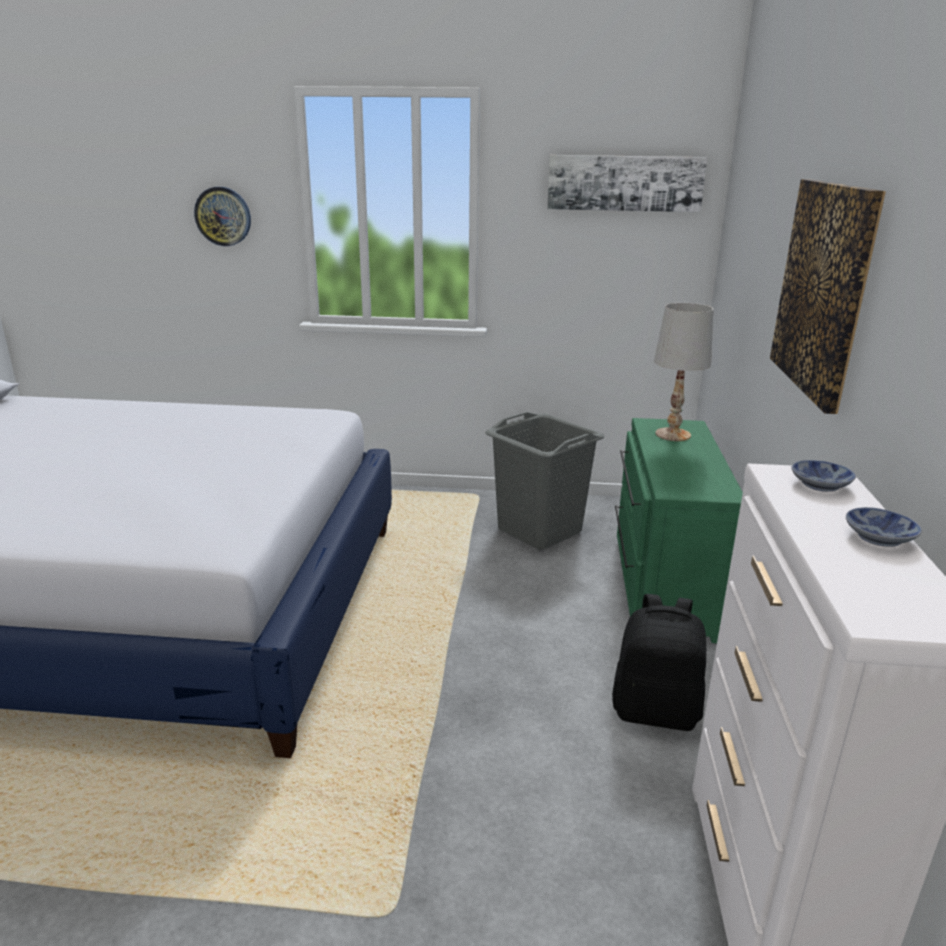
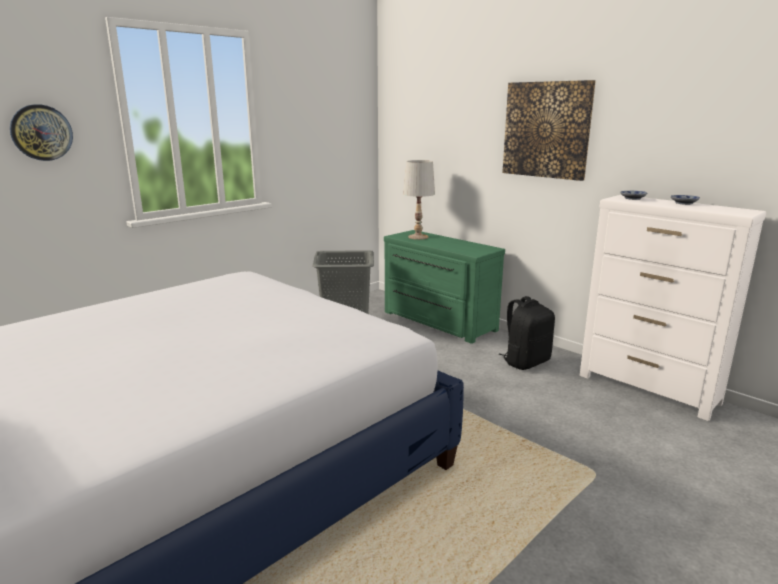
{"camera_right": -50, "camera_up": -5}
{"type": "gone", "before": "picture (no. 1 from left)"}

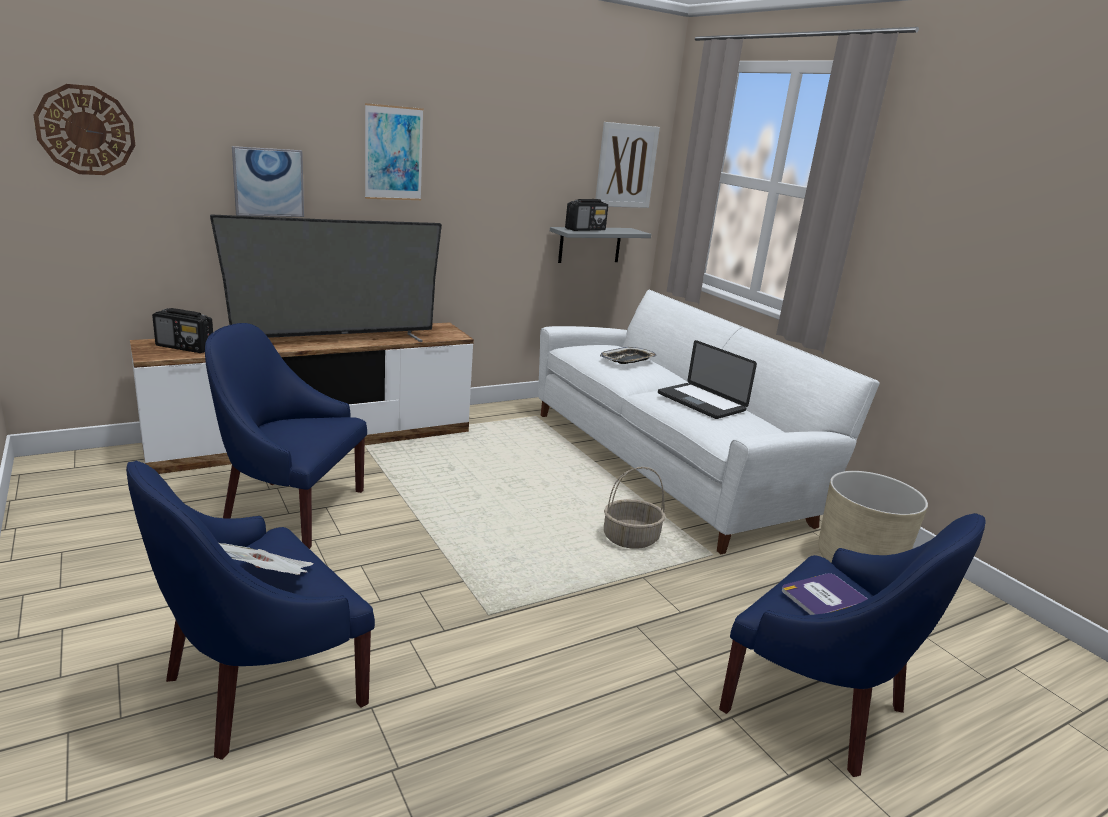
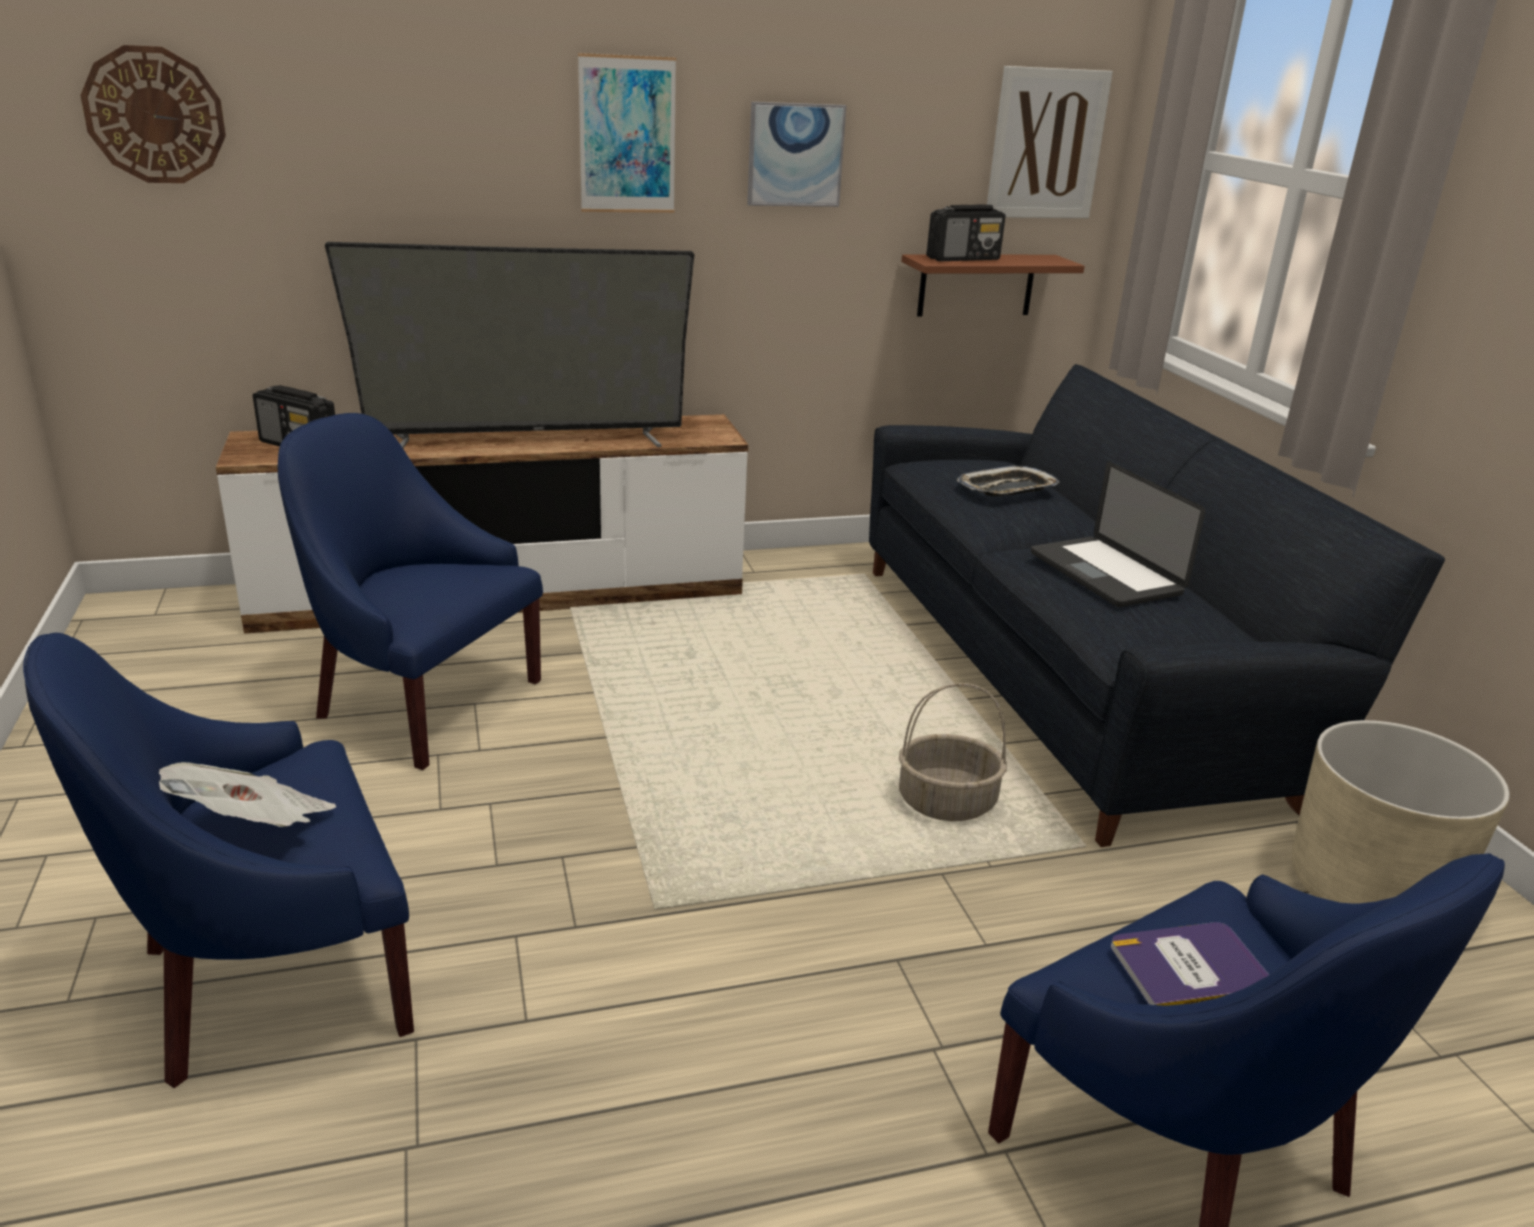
{"camera_right": 15, "camera_up": 5}
{"type": "shifted", "before": "picture (no. 1 from left in the first image)", "after": "picture (no. 2 from left)"}
{"type": "repainted", "before": "white sofa", "after": "black sofa"}
{"type": "repainted", "before": "grey shelf", "after": "brown shelf"}

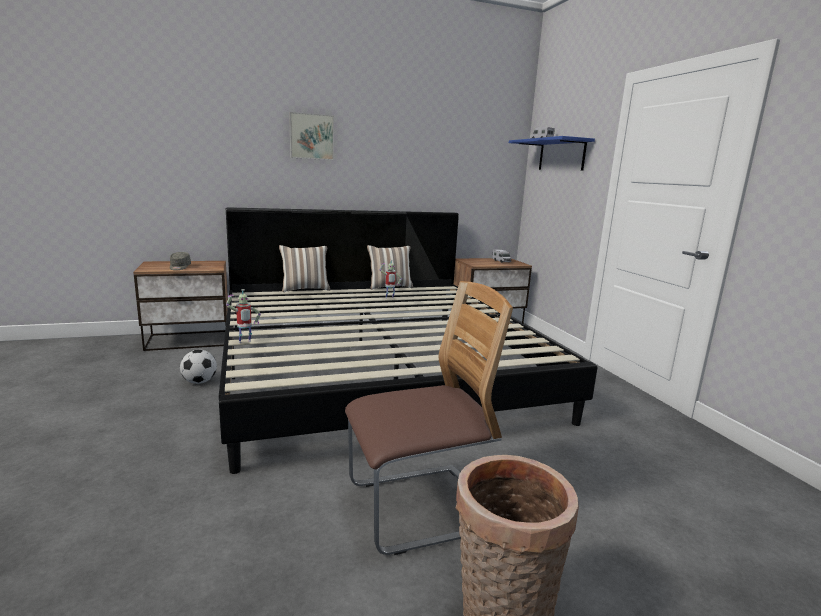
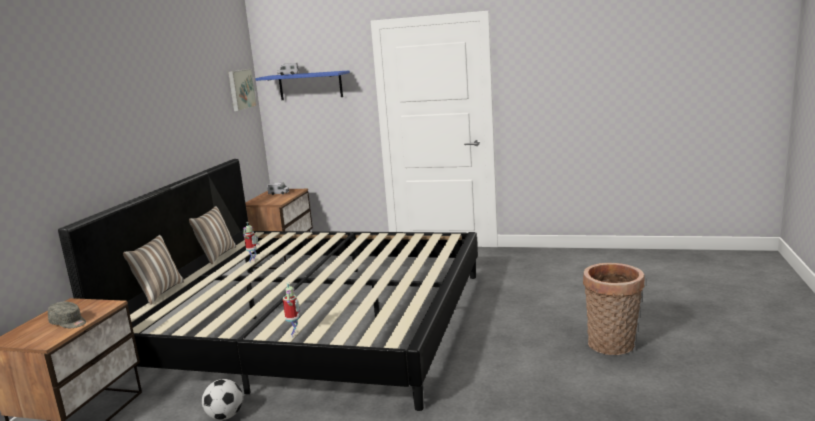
{"camera_right": -55, "camera_up": 0}
{"type": "shifted", "before": "picture"}
{"type": "gone", "before": "chair"}

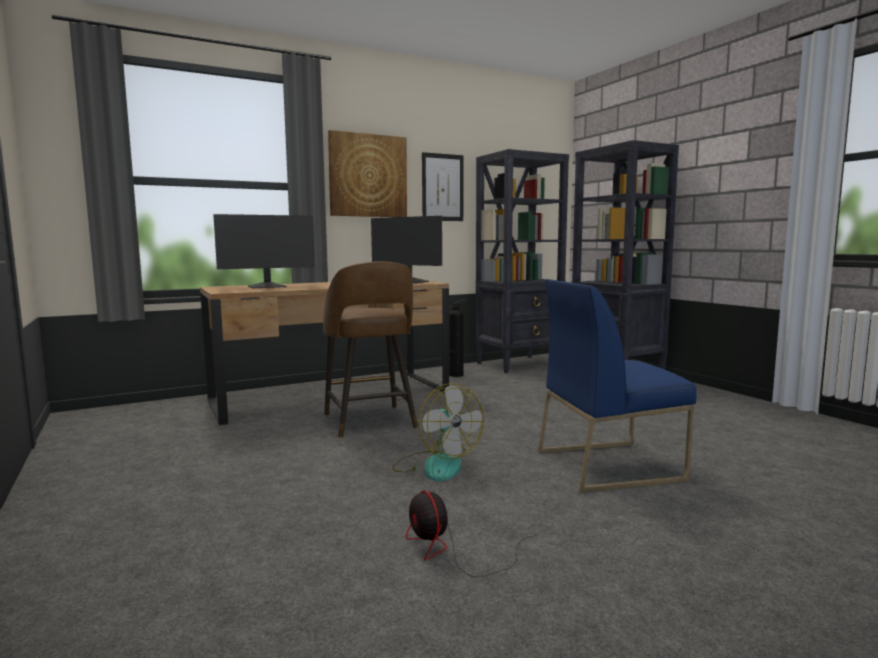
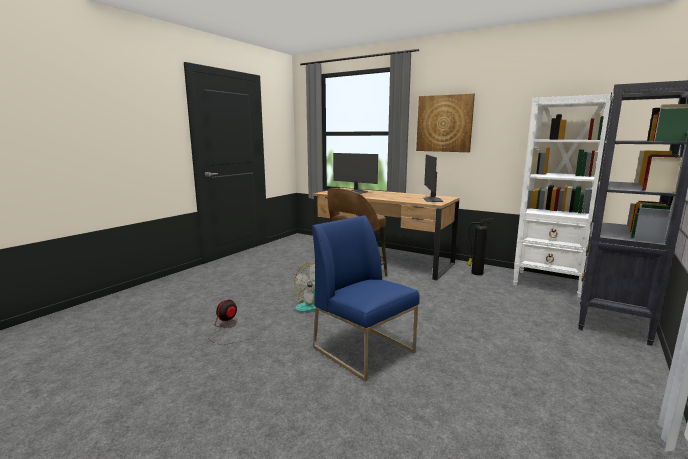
{"camera_right": 60, "camera_up": 5}
{"type": "repainted", "before": "black bookcase (no. 1 from left)", "after": "white bookcase"}
{"type": "gone", "before": "picture (no. 2 from left)"}

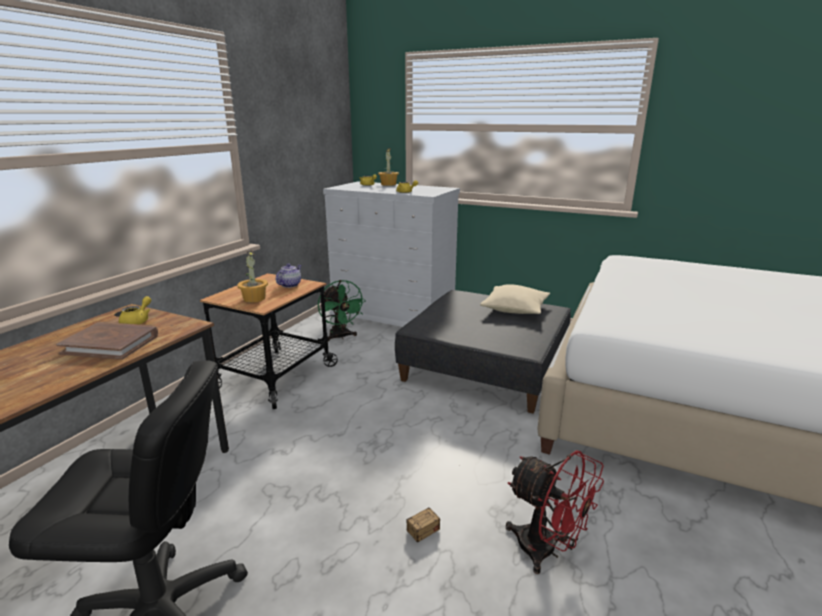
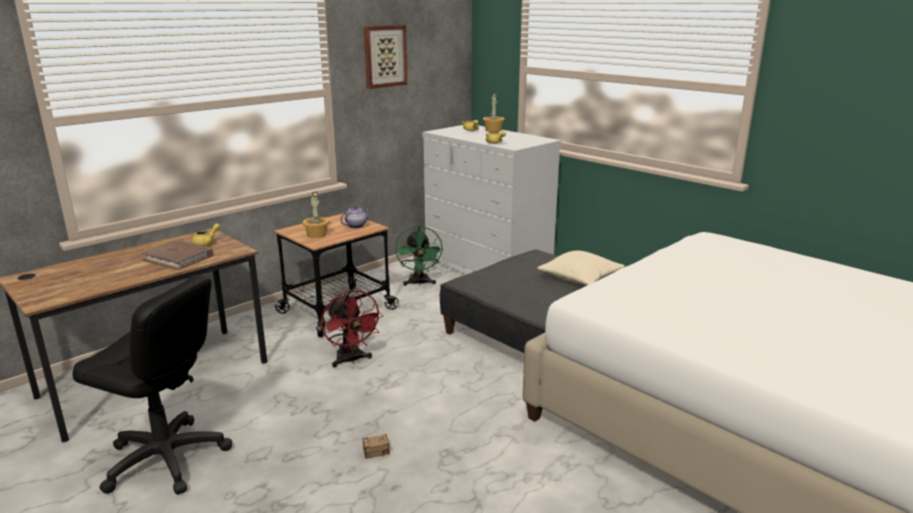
{"camera_right": 20, "camera_up": 0}
{"type": "shifted", "before": "red fan"}
{"type": "new", "after": "picture"}

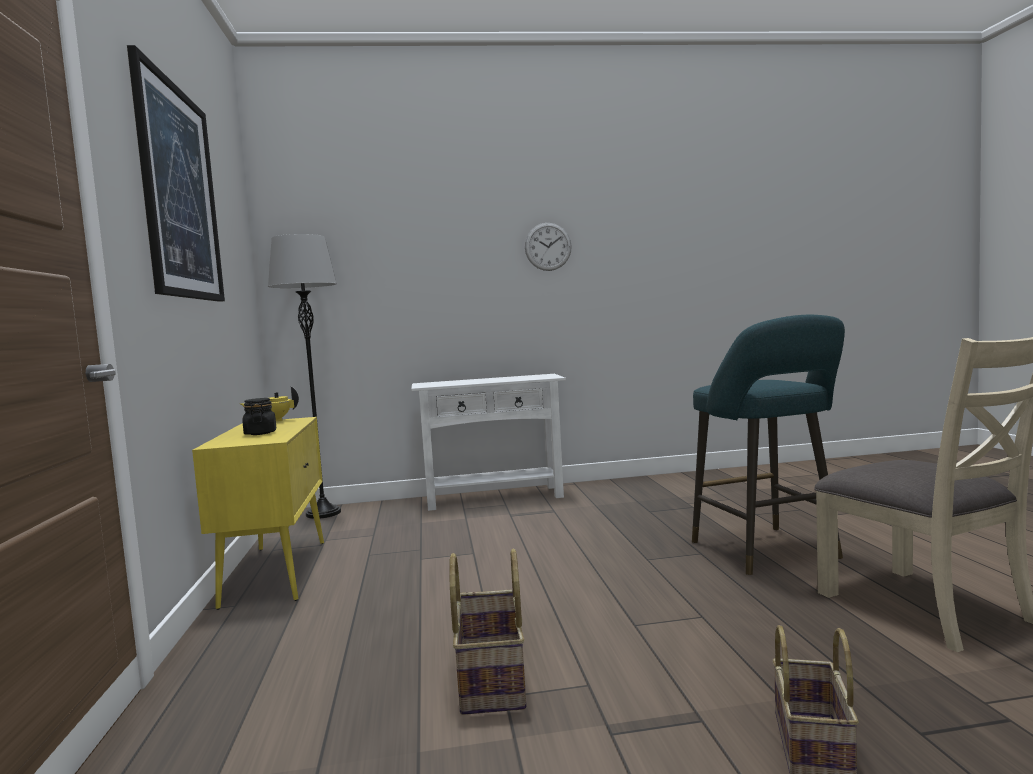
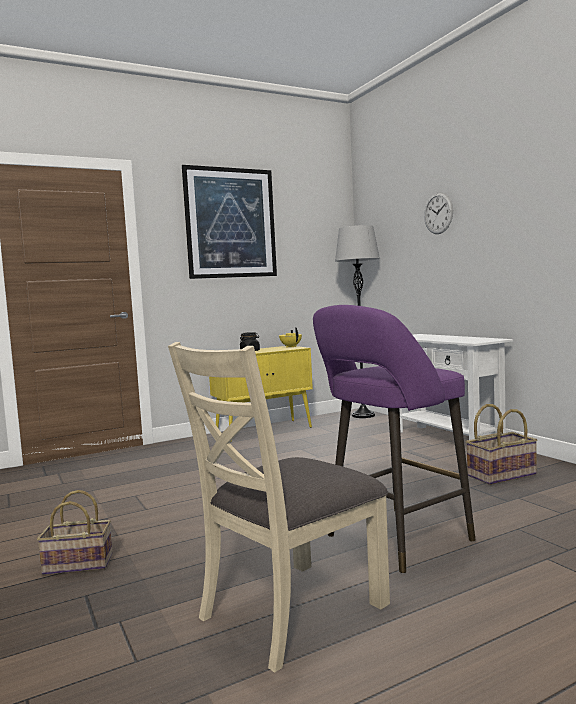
{"camera_right": 70, "camera_up": 0}
{"type": "repainted", "before": "turquoise stool", "after": "purple stool"}
{"type": "shifted", "before": "wall clock"}
{"type": "shifted", "before": "basket (no. 1 from left in the first image)", "after": "basket (no. 2 from left)"}

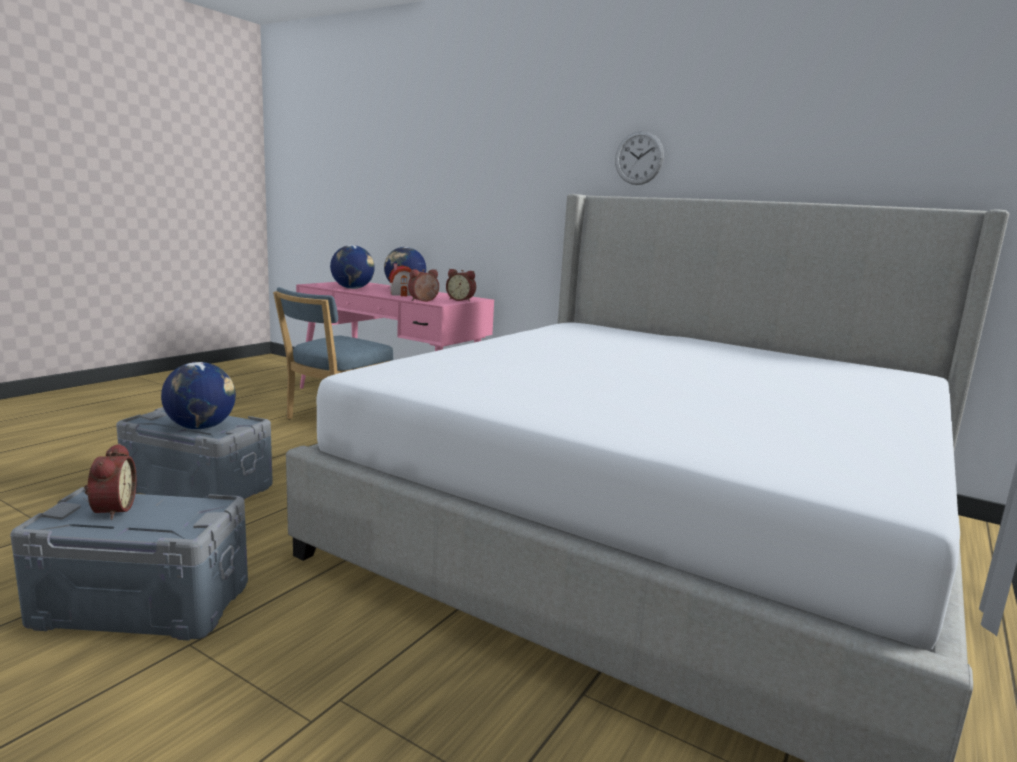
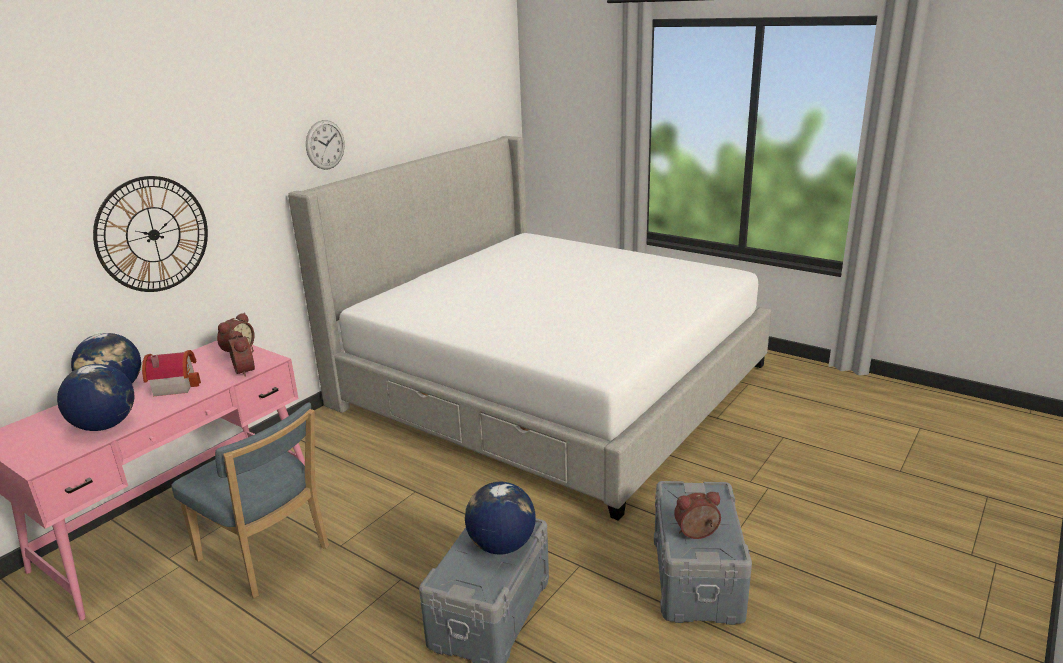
{"camera_right": -85, "camera_up": 10}
{"type": "new", "after": "wall clock (no. 1 from left)"}

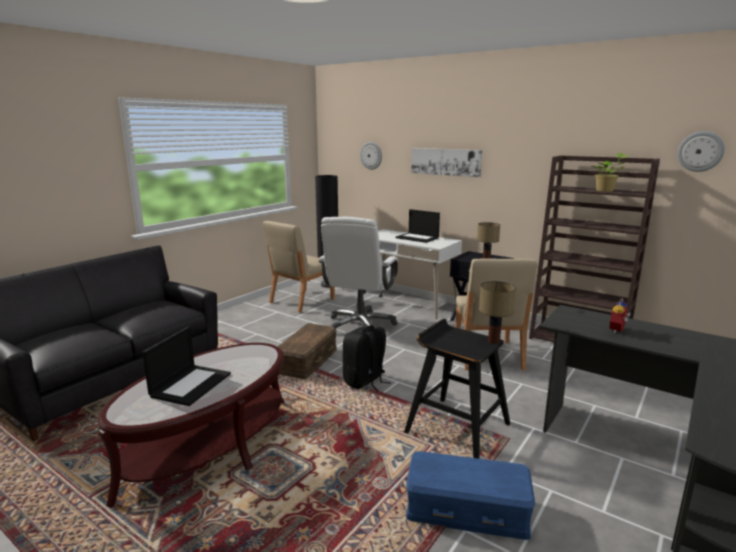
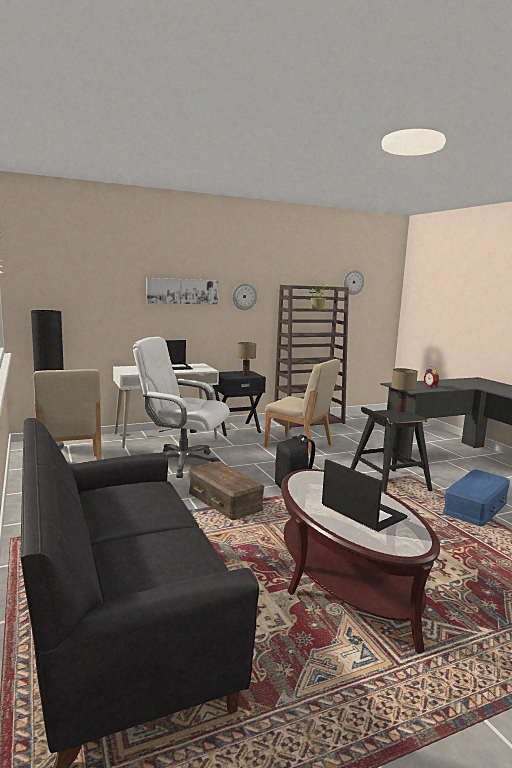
{"camera_right": -60, "camera_up": -5}
{"type": "rotated", "before": "white office chair", "turn": 150}
{"type": "shifted", "before": "wall clock (no. 1 from left)"}

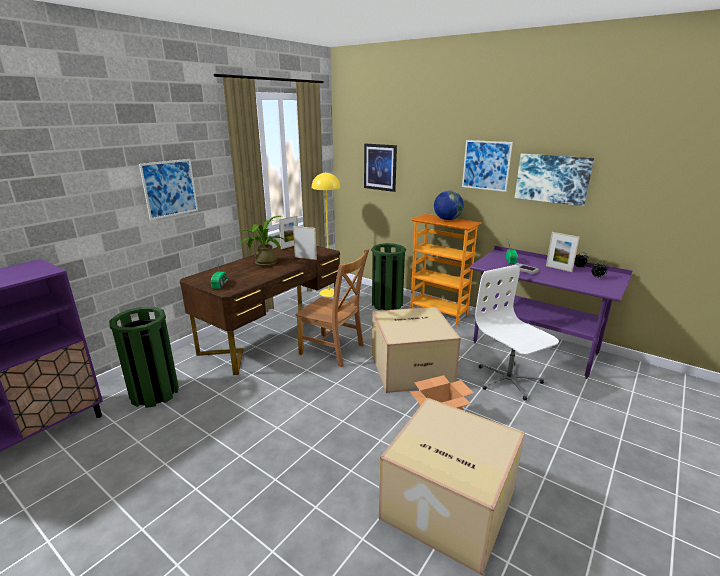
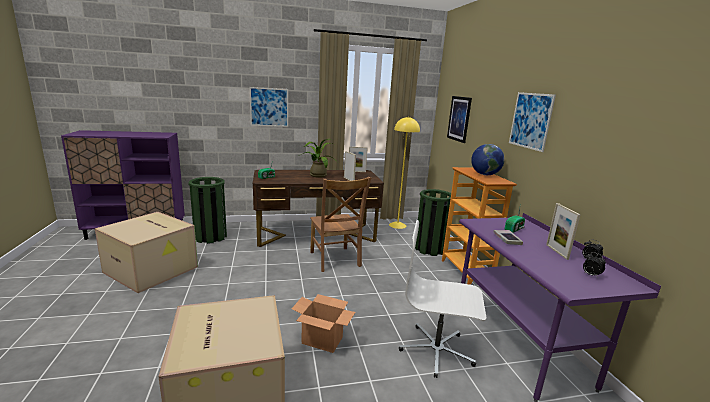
{"camera_right": 40, "camera_up": -5}
{"type": "shifted", "before": "cardboard box (no. 1 from left)"}
{"type": "rotated", "before": "white office chair", "turn": -90}
{"type": "gone", "before": "picture (no. 4 from left)"}

